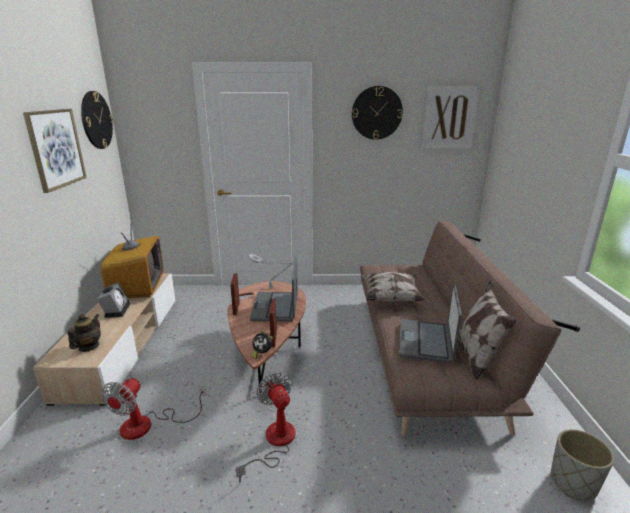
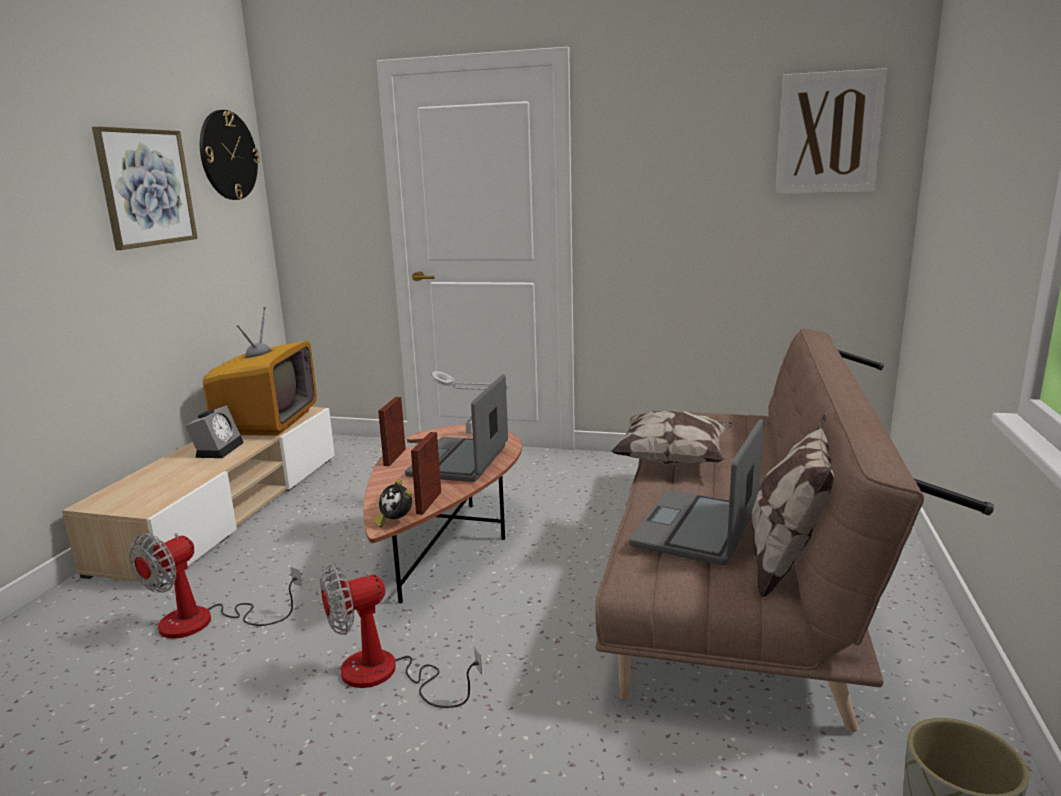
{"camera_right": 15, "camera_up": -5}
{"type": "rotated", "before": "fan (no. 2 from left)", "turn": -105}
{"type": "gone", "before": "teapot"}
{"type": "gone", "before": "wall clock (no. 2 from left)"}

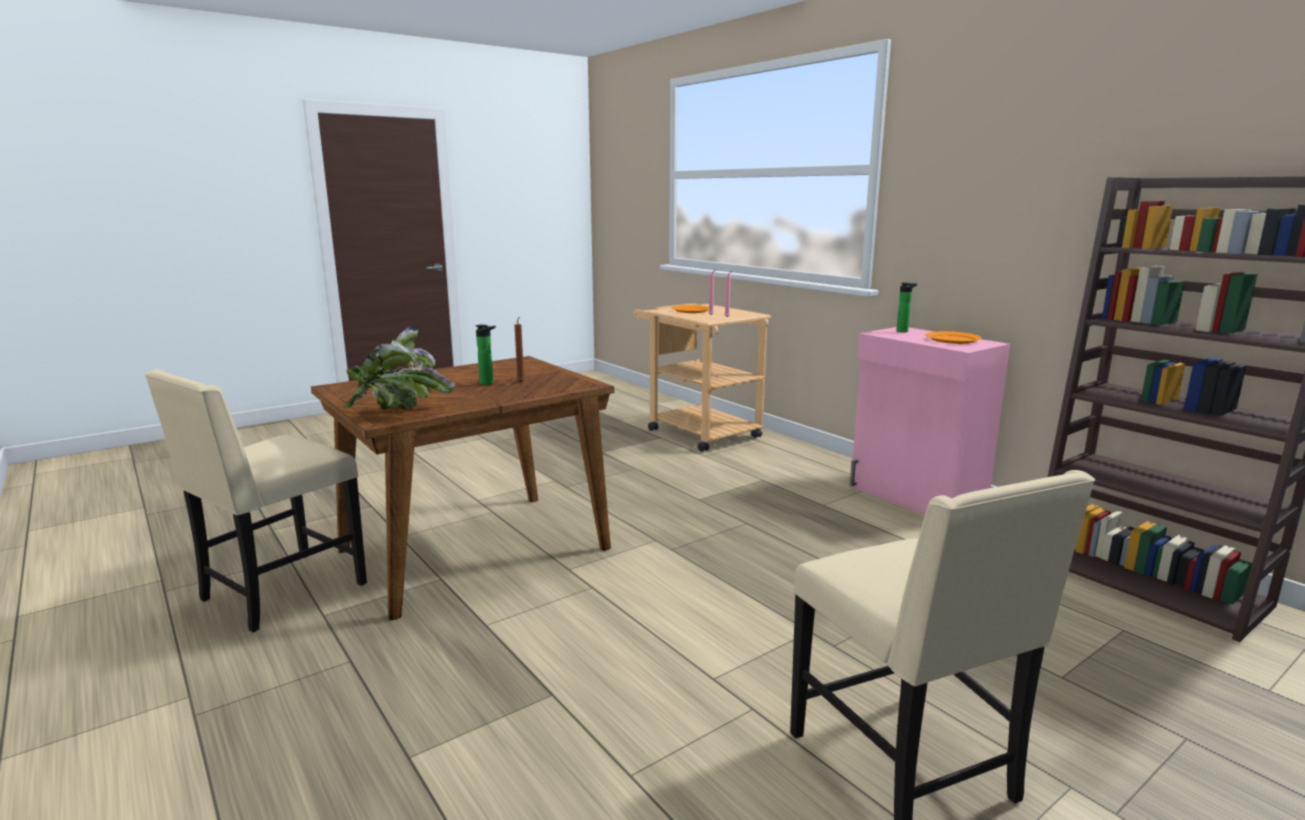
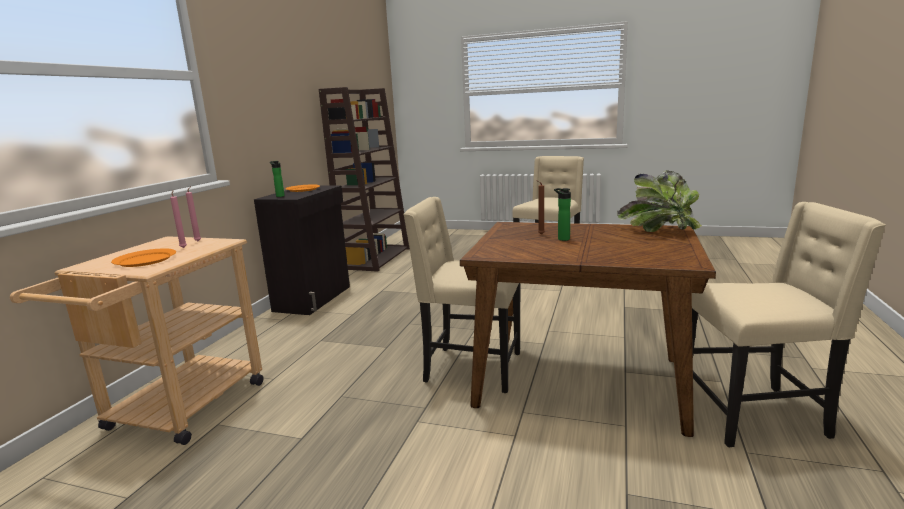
{"camera_right": -125, "camera_up": 0}
{"type": "repainted", "before": "pink cabinet", "after": "black cabinet"}
{"type": "new", "after": "beige chair (no. 1 from left)"}

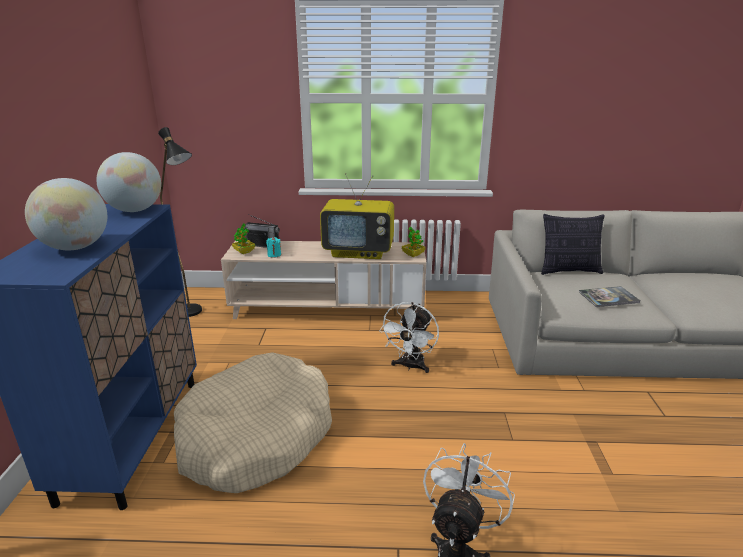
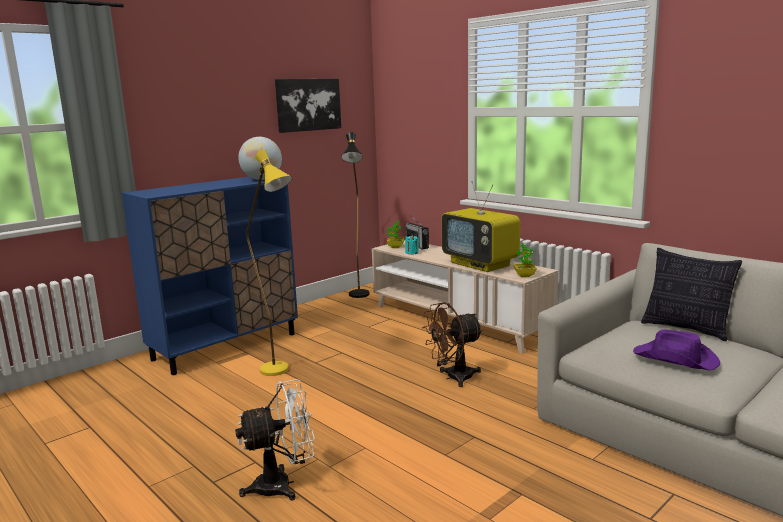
{"camera_right": 45, "camera_up": -10}
{"type": "swapped", "before": "beige dog bed", "after": "yellow floor lamp"}
{"type": "new", "after": "picture"}
{"type": "repainted", "before": "white fan (no. 1 from left)", "after": "brown fan"}
{"type": "swapped", "before": "book", "after": "purple hat"}
{"type": "gone", "before": "globe (no. 1 from left)"}

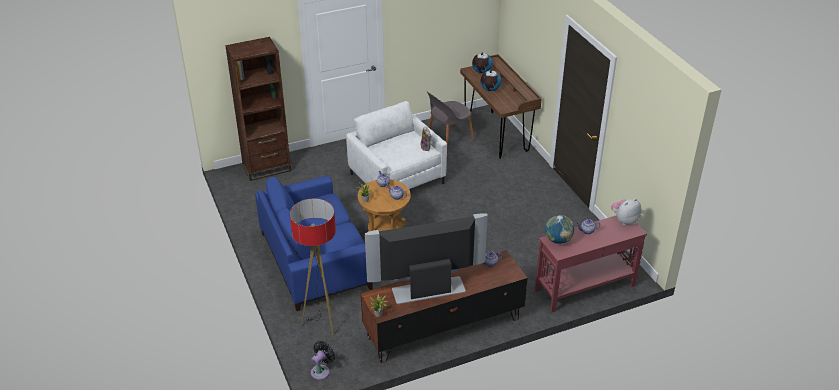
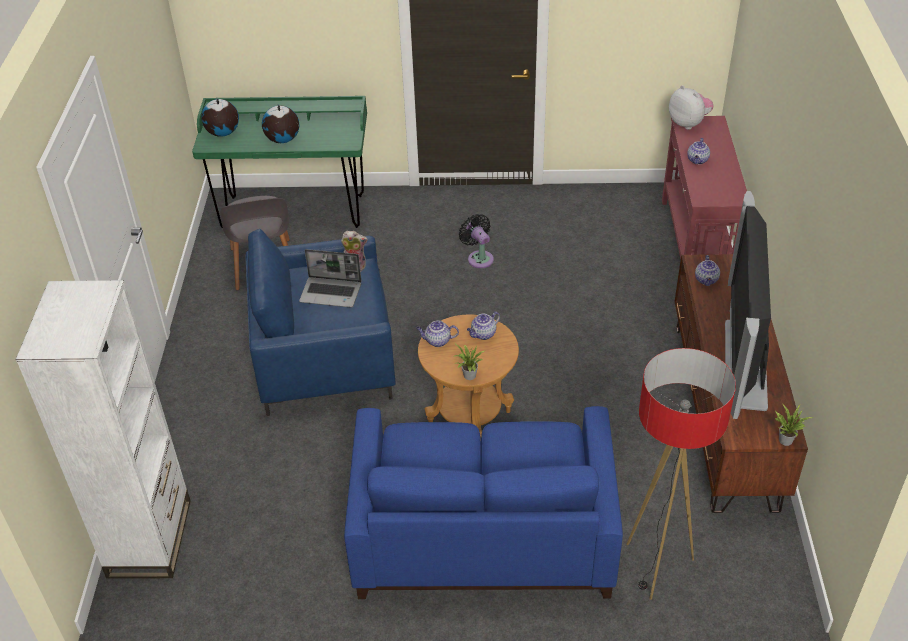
{"camera_right": -65, "camera_up": 5}
{"type": "repainted", "before": "brown bookcase", "after": "white bookcase"}
{"type": "repainted", "before": "brown desk", "after": "green desk"}
{"type": "repainted", "before": "white armchair", "after": "blue armchair"}
{"type": "new", "after": "laptop"}
{"type": "shifted", "before": "black fan"}
{"type": "rotated", "before": "plush toy (no. 2 from left)", "turn": 150}
{"type": "gone", "before": "globe (no. 3 from left)"}

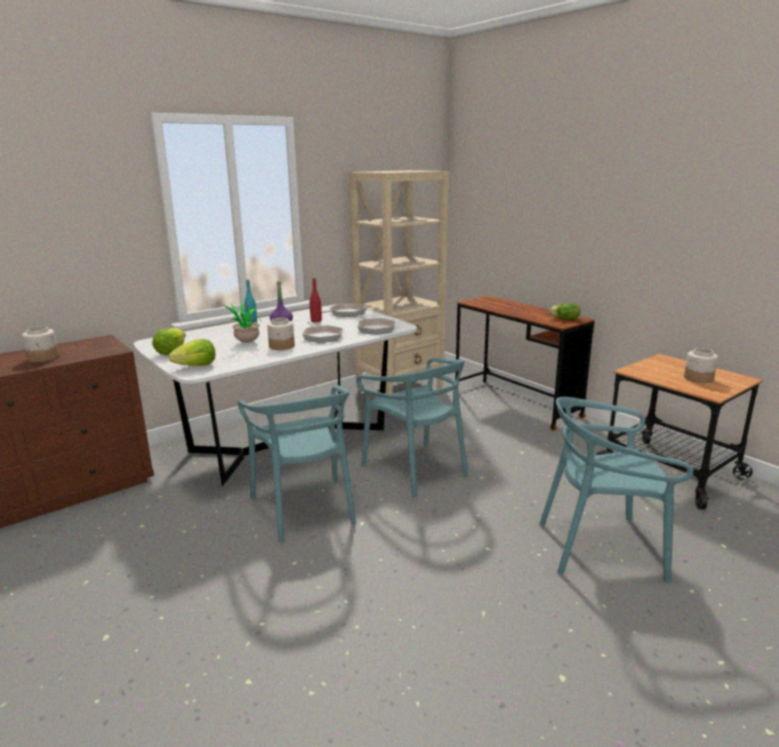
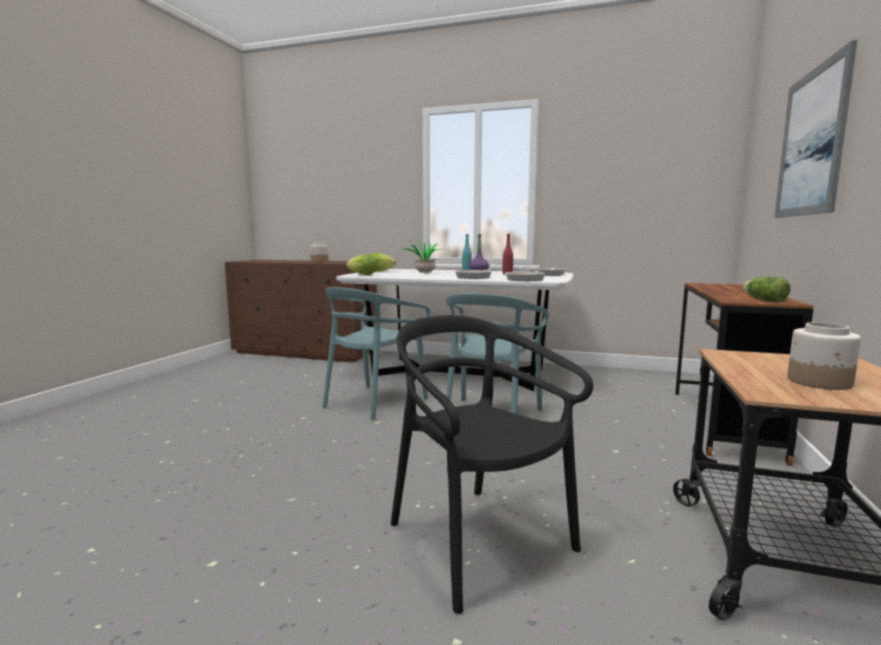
{"camera_right": 55, "camera_up": -10}
{"type": "repainted", "before": "turquoise chair (no. 3 from left)", "after": "black chair"}
{"type": "new", "after": "picture"}
{"type": "gone", "before": "jar (no. 2 from left)"}
{"type": "gone", "before": "beige bookcase"}

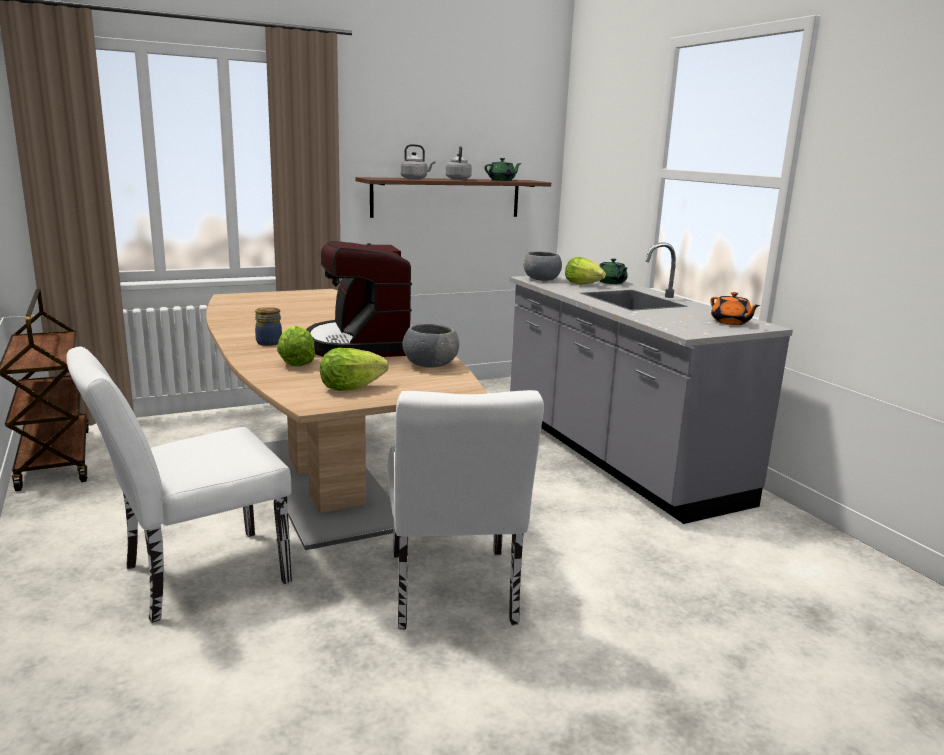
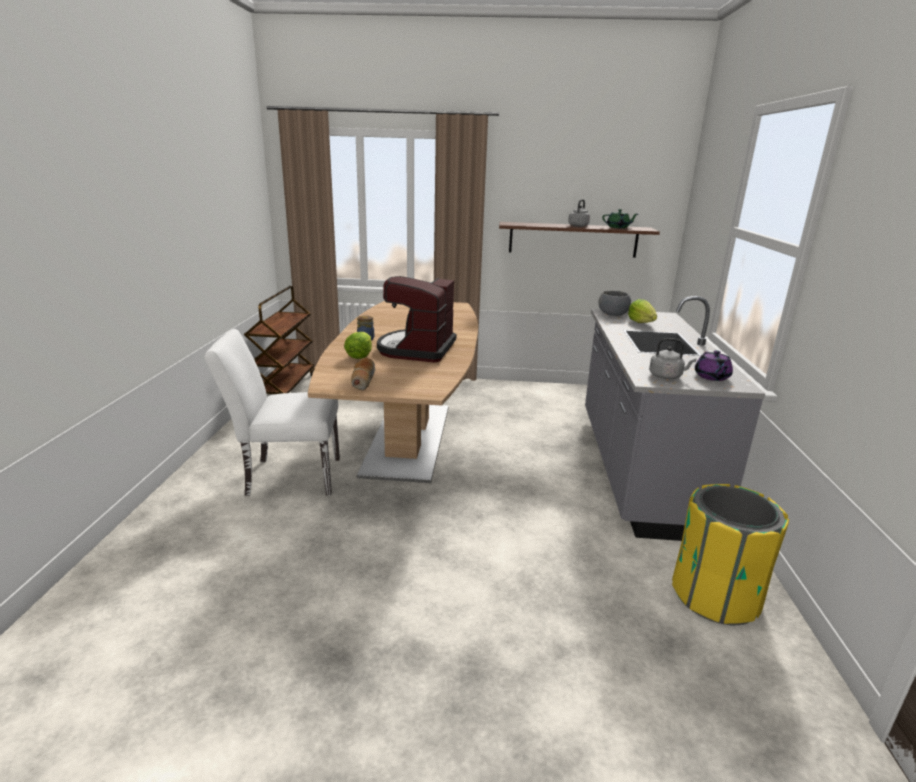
{"camera_right": 30, "camera_up": 5}
{"type": "swapped", "before": "lettuce (no. 2 from left)", "after": "bread"}
{"type": "shifted", "before": "grey kettle (no. 1 from left in the first image)", "after": "grey kettle (no. 2 from left)"}
{"type": "new", "after": "yellow trash can"}
{"type": "repainted", "before": "orange teapot", "after": "purple teapot"}
{"type": "gone", "before": "white chair (no. 2 from left)"}
{"type": "gone", "before": "grey bowl (no. 1 from left)"}
{"type": "gone", "before": "green teapot (no. 2 from left)"}

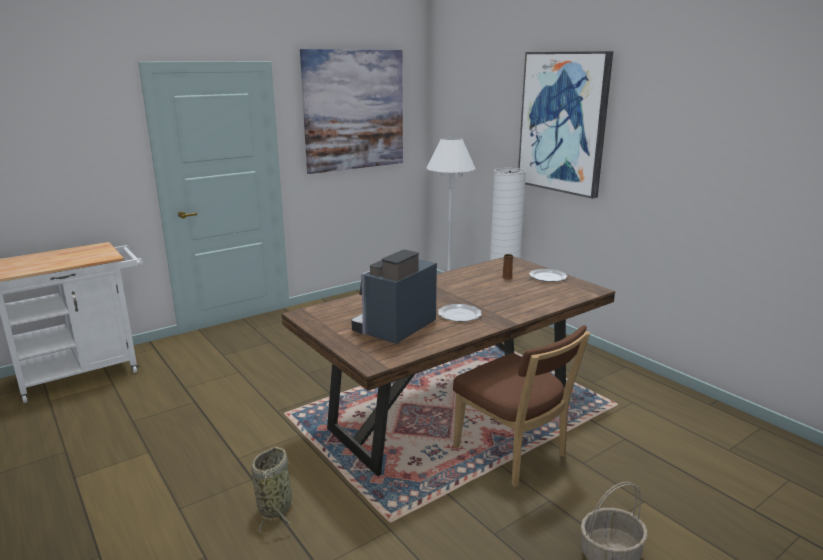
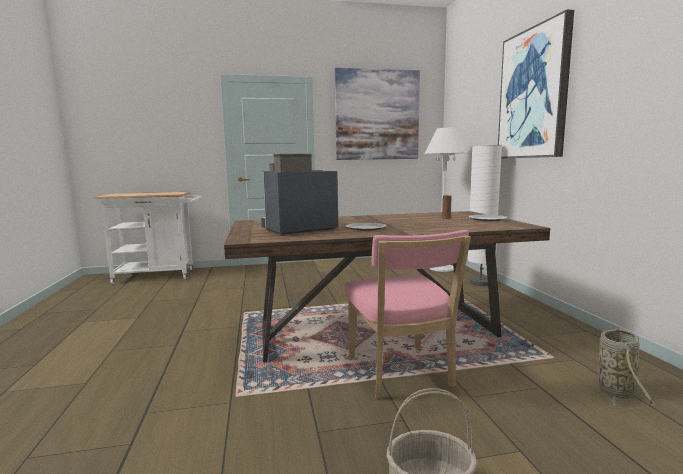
{"camera_right": 25, "camera_up": -10}
{"type": "repainted", "before": "brown chair", "after": "pink chair"}
{"type": "shifted", "before": "basket (no. 1 from left in the first image)", "after": "basket (no. 2 from left)"}

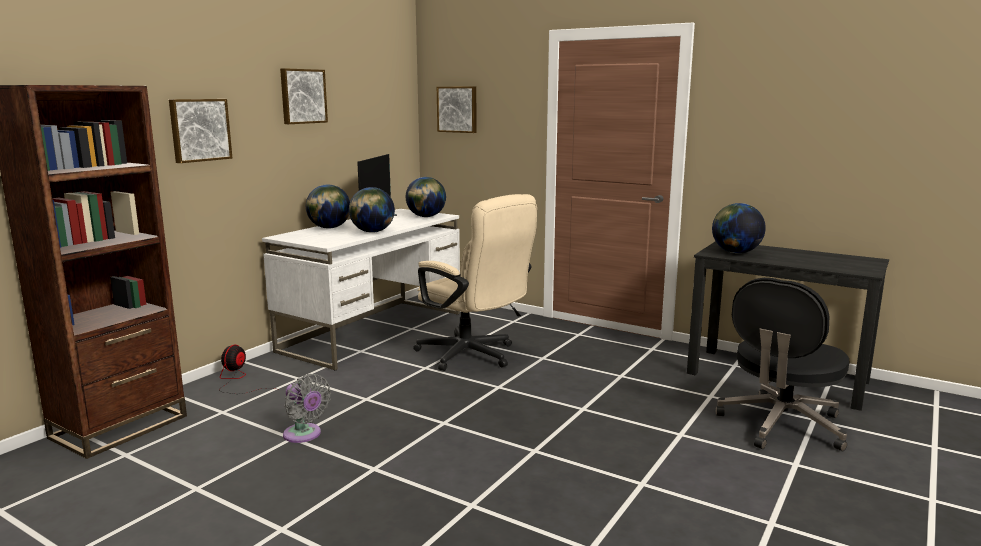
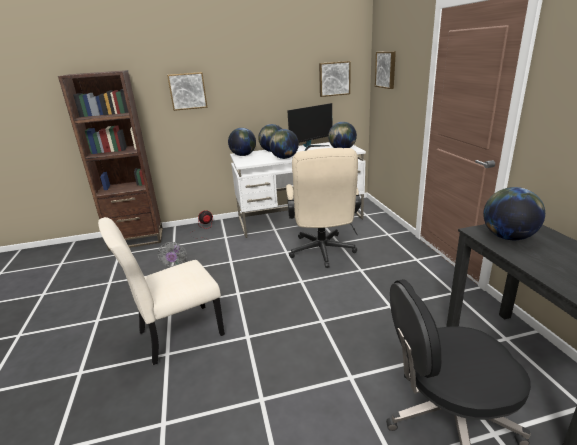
{"camera_right": 45, "camera_up": 10}
{"type": "new", "after": "beige chair"}
{"type": "new", "after": "globe (no. 1 from left)"}
{"type": "shifted", "before": "picture (no. 2 from left)"}

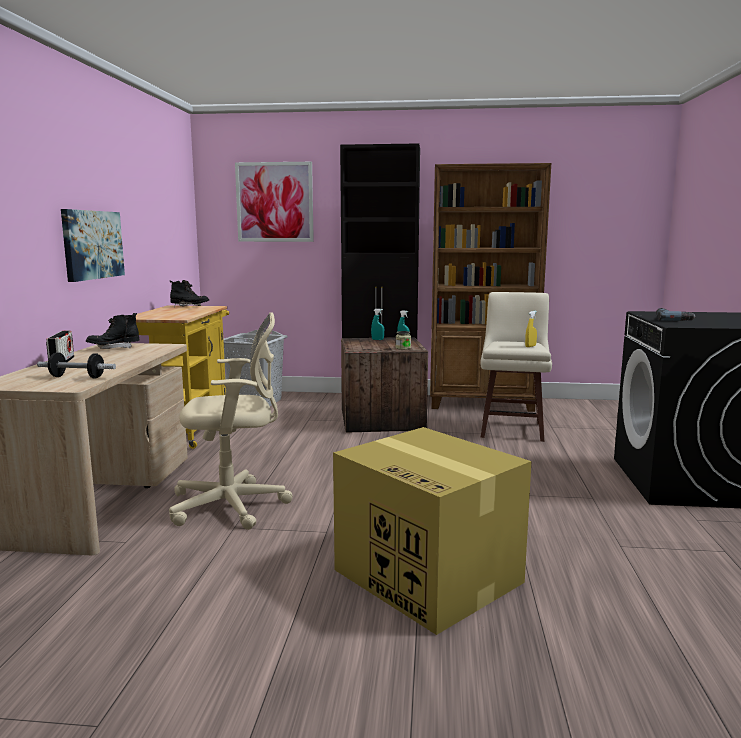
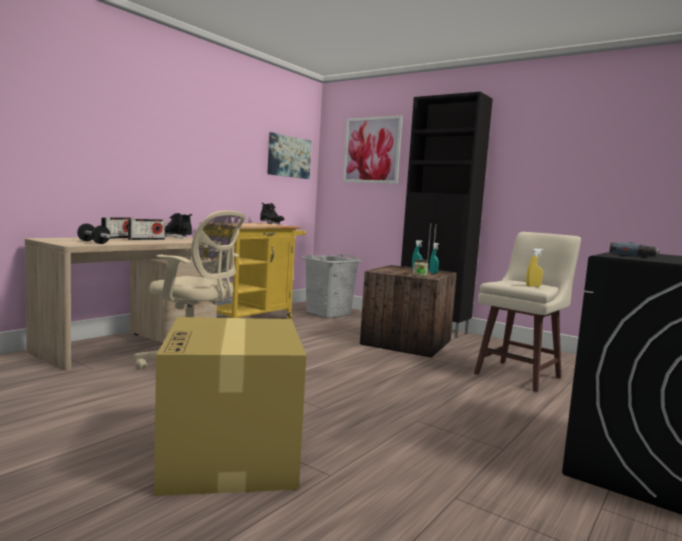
{"camera_right": 30, "camera_up": -5}
{"type": "new", "after": "radio (no. 2 from left)"}
{"type": "shifted", "before": "picture (no. 1 from left)"}
{"type": "gone", "before": "brown bookcase"}

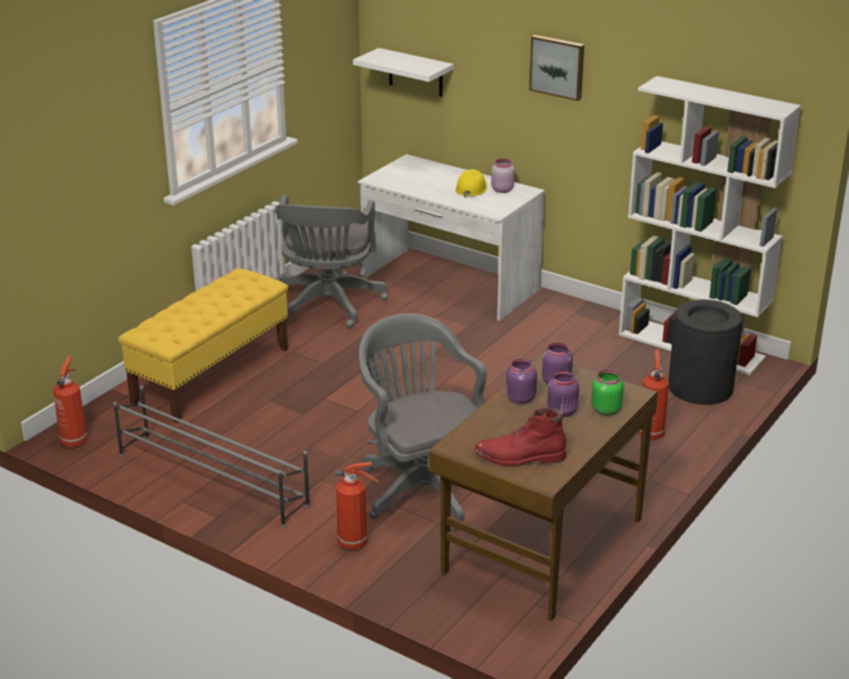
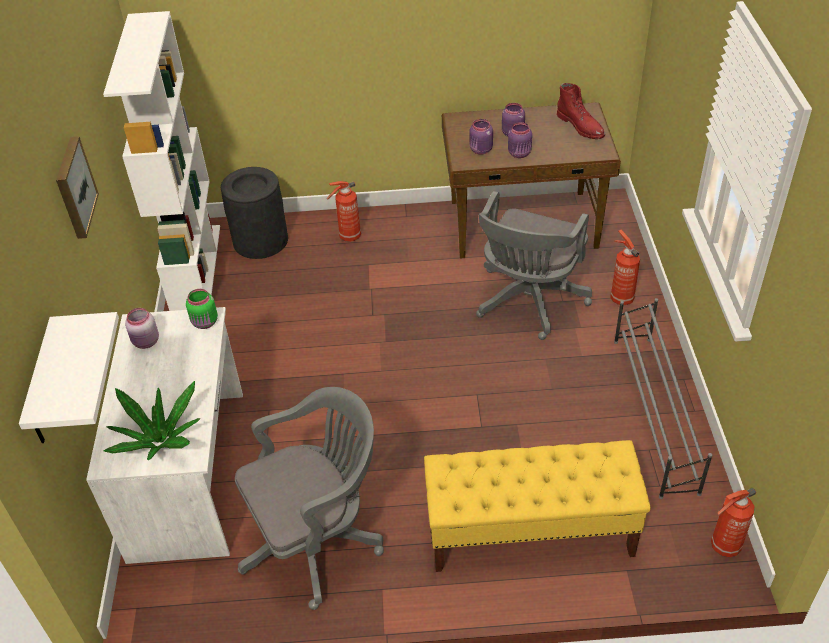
{"camera_right": -125, "camera_up": 15}
{"type": "new", "after": "potted plant"}
{"type": "shifted", "before": "green jar"}
{"type": "gone", "before": "yellow hard hat"}

